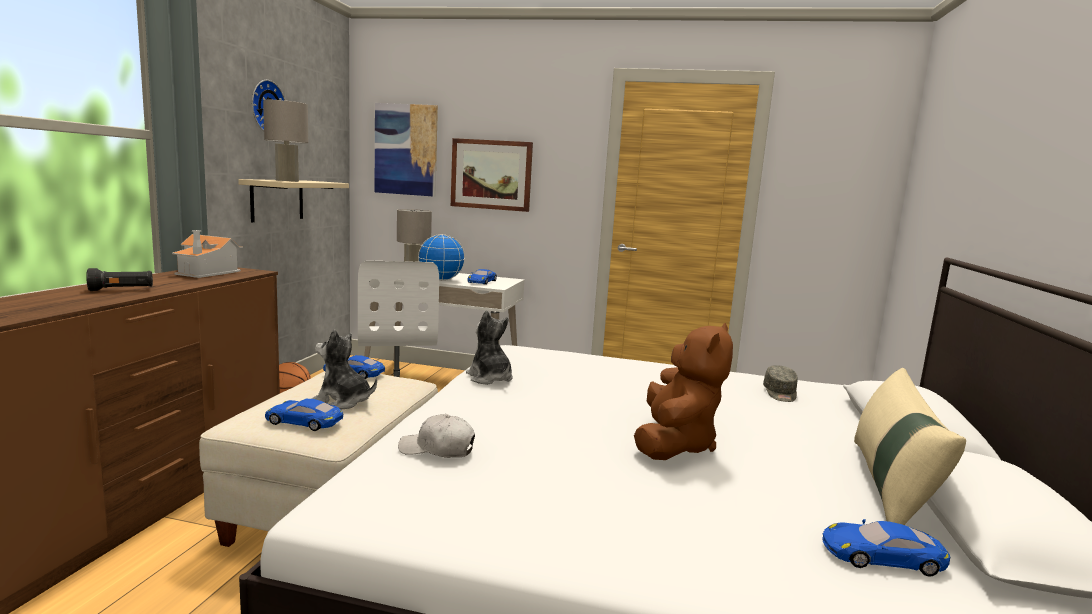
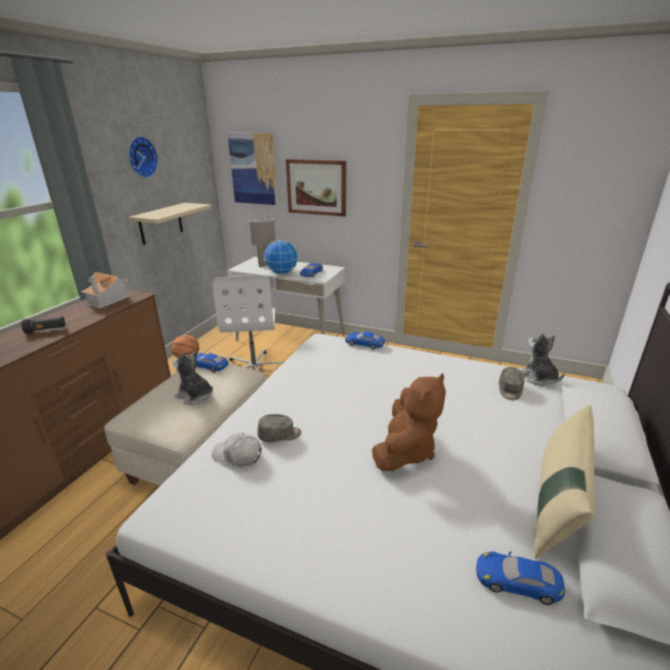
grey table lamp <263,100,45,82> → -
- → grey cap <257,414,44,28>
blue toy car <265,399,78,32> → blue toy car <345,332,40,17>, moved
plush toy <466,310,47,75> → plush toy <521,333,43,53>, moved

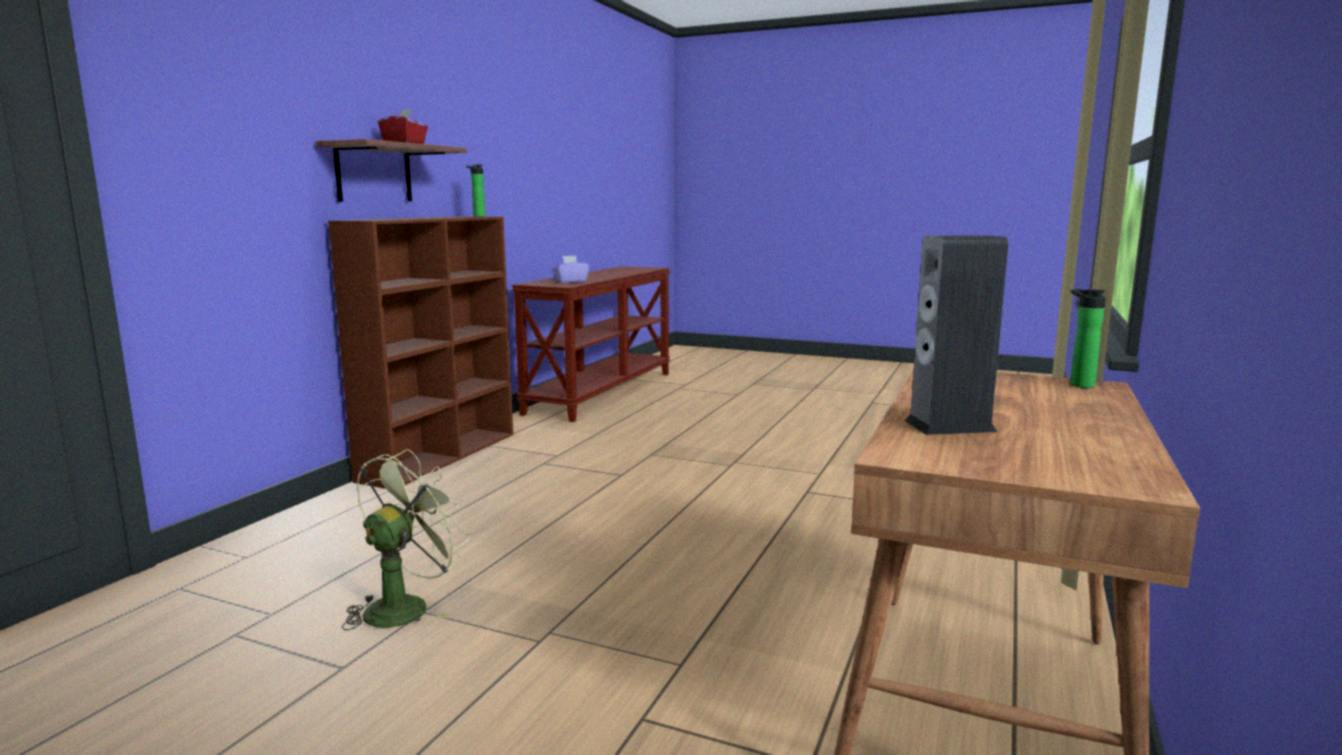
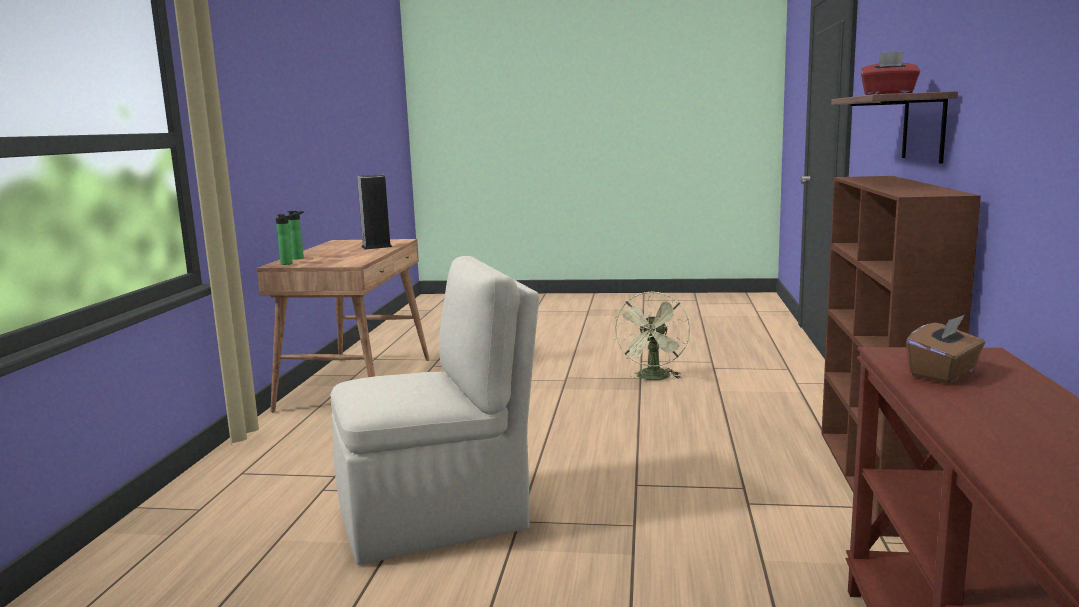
- → beige chair <331,256,209,309>
bottle <466,165,19,52> → bottle <287,211,17,48>, moved
purple tissue box <552,255,38,28> → brown tissue box <906,315,79,69>

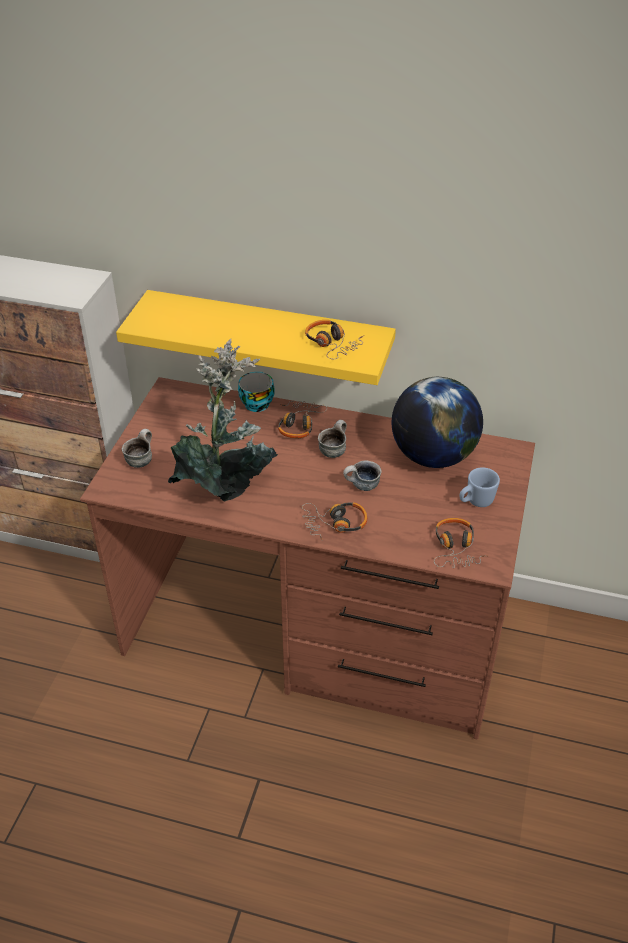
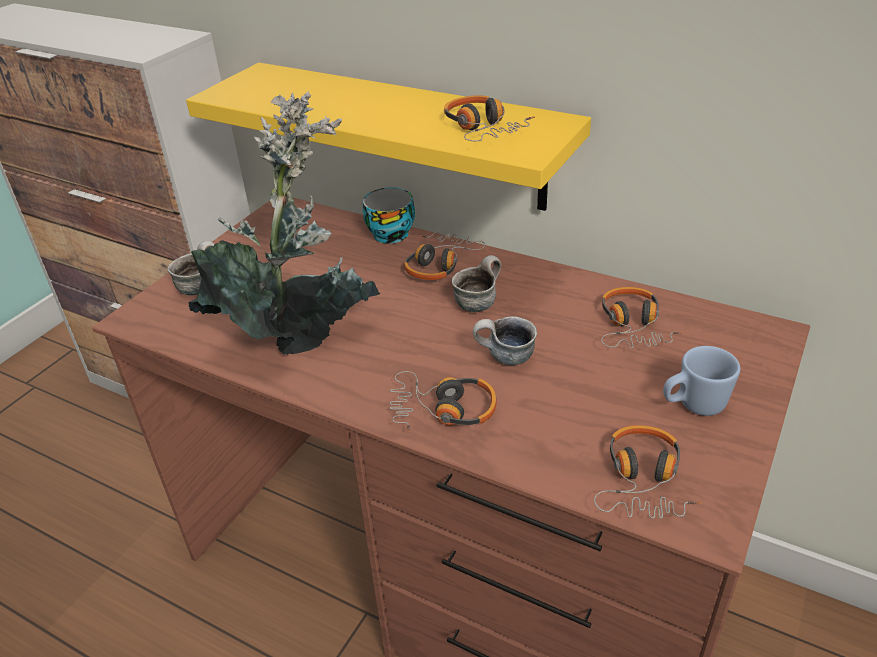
globe <392,377,91,91> → headphones <601,287,82,62>

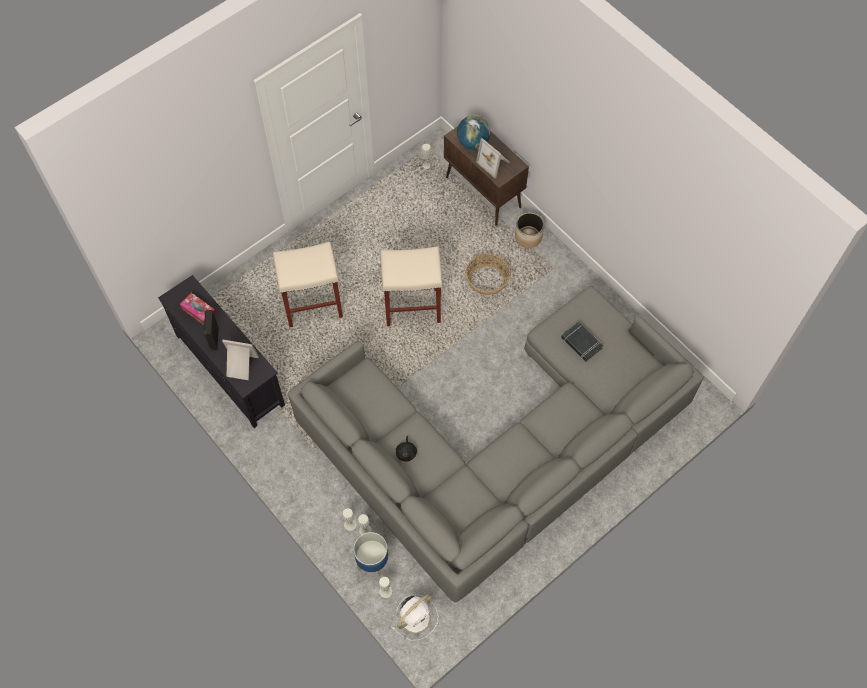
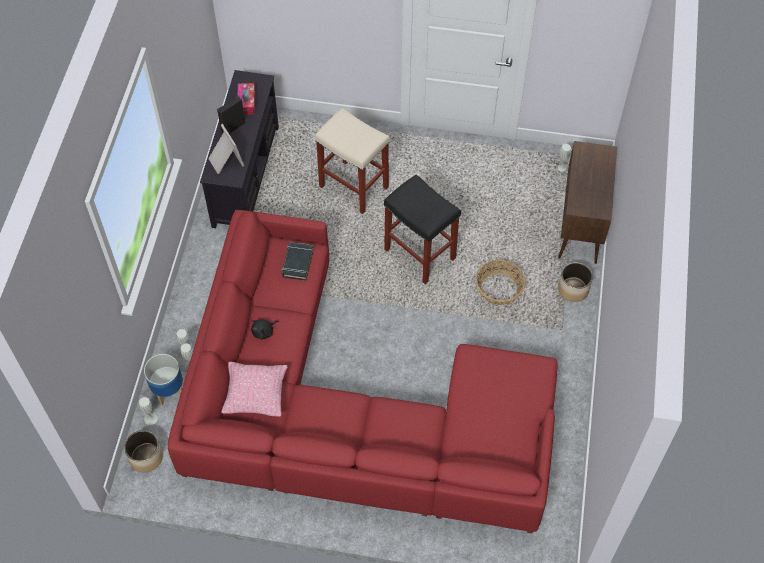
globe <457,115,34,34> → -
picture frame <476,138,34,40> → -
- → pink pillow <222,362,65,55>
black book <561,322,42,40> → black book <281,242,33,39>, moved
white fan <393,594,45,47> → planter <124,430,39,42>
grey sofa <288,286,416,316> → red sofa <168,210,390,323>
beige stool <380,246,62,80> → black stool <384,174,77,110>

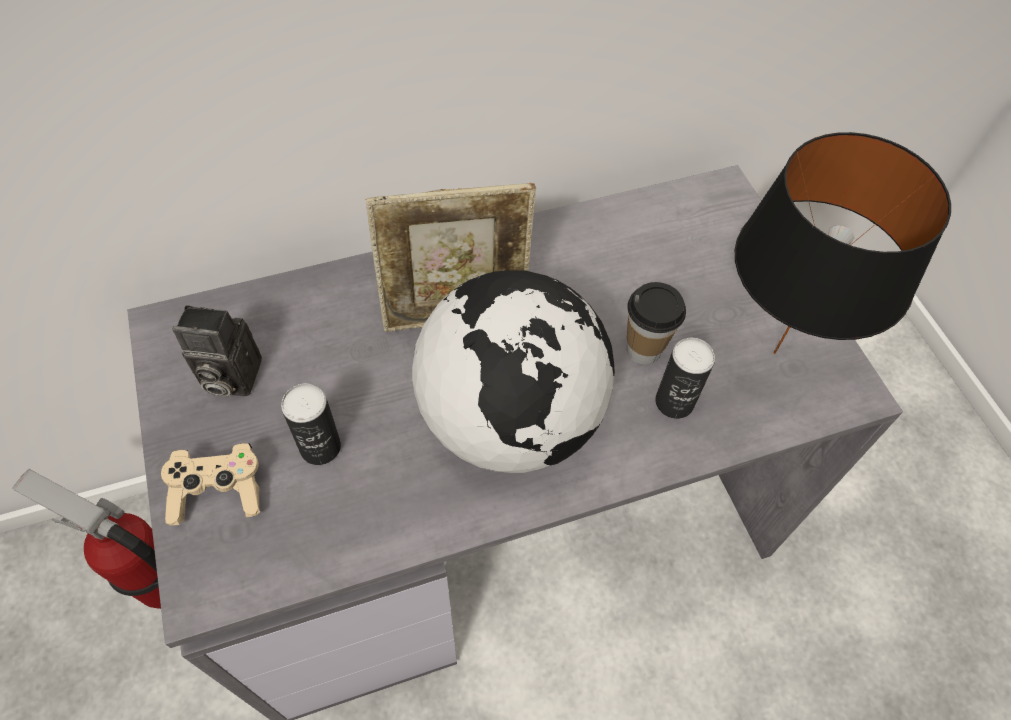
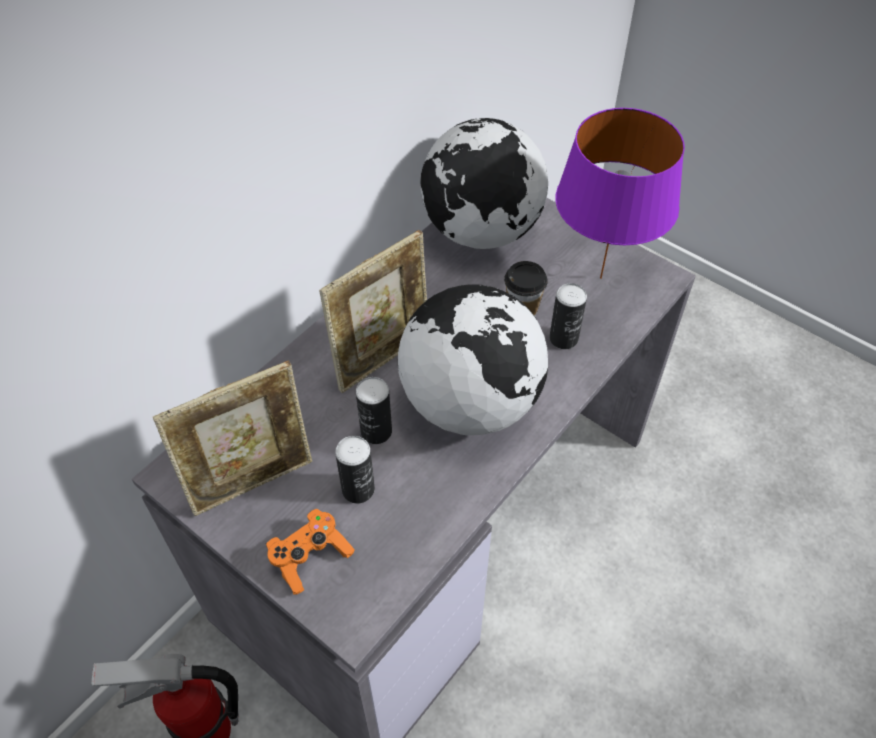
- → can <356,377,36,67>
- → globe <420,118,128,131>
photo camera <172,305,90,93> → picture frame <153,361,159,155>
beige game controller <161,443,99,83> → orange game controller <266,509,89,86>
black table lamp <735,132,216,222> → purple table lamp <555,108,130,171>

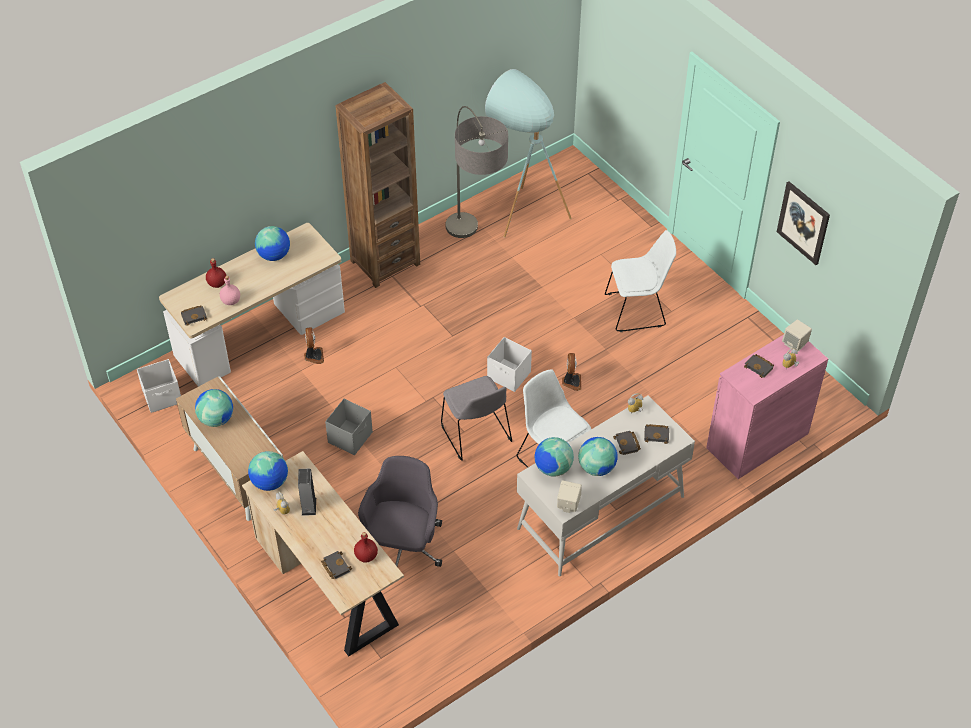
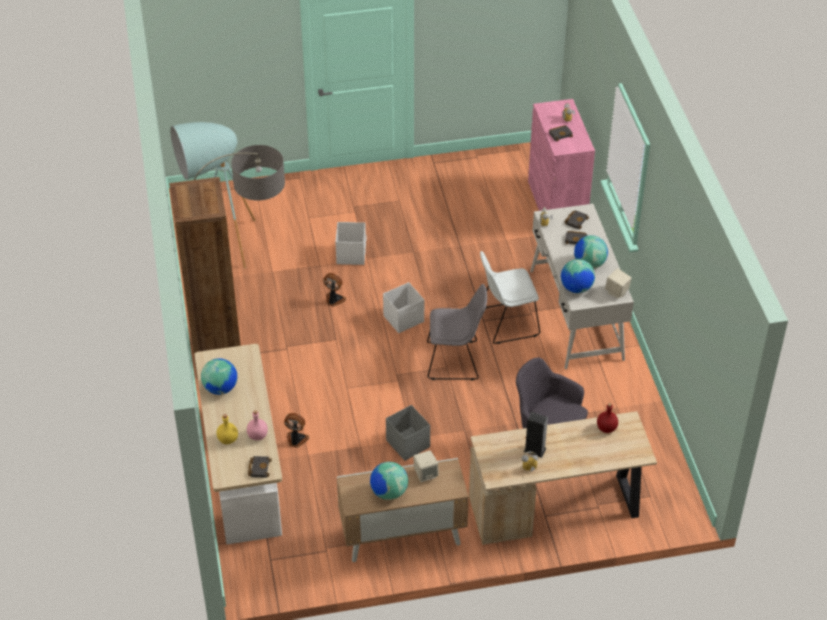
globe <248,451,40,40> → -
black book <321,551,31,28> → -
white chair <605,230,71,102> → -
picture <777,181,53,84> → -
white storage box <137,359,44,54> → white storage box <335,222,32,43>, moved
fan <562,353,19,38> → fan <323,273,23,34>, moved
beige speaker <782,320,30,32> → beige speaker <413,450,26,32>, moved
red bottle <206,258,20,30> → yellow bottle <216,414,22,30>

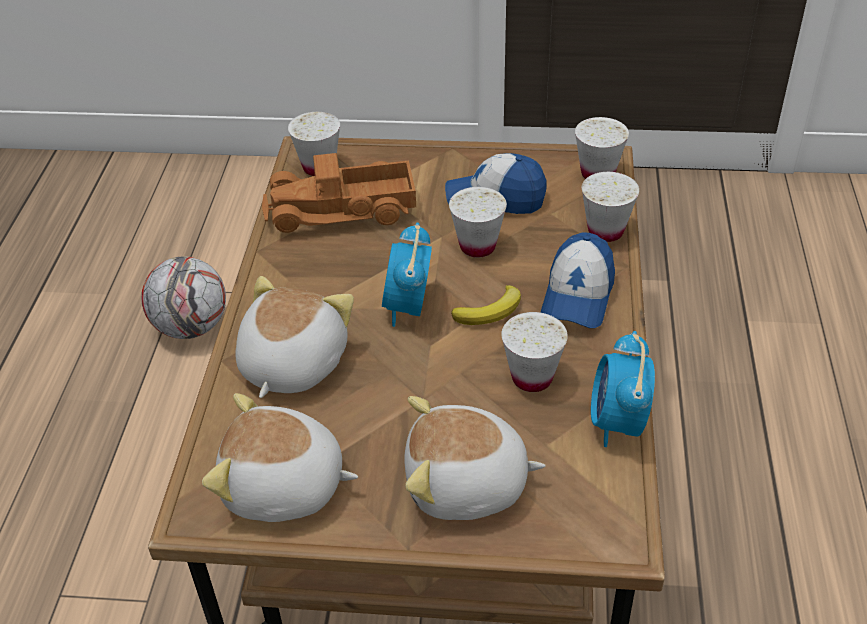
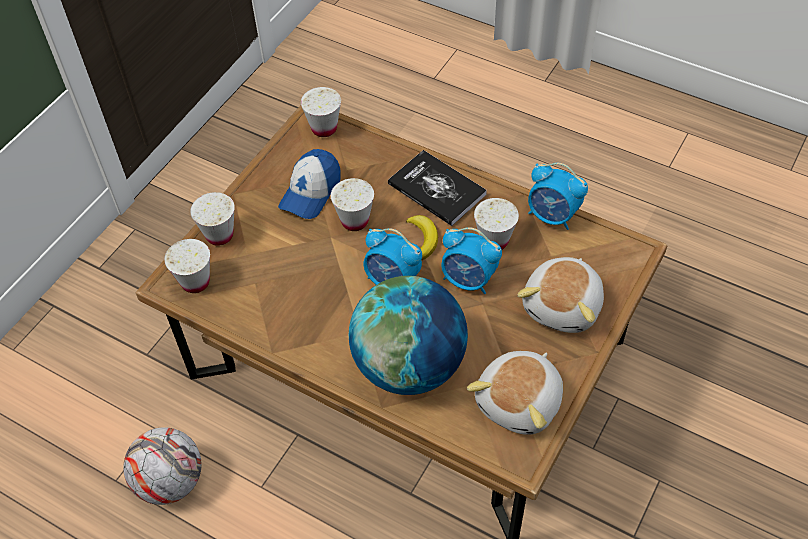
toy truck <262,153,154,80> → -
- → alarm clock <442,227,60,67>
white cup <582,172,57,70> → white cup <190,192,45,54>, moved
plush toy <236,276,118,122> → globe <349,276,119,119>
cap <541,232,74,96> → book <388,150,99,76>

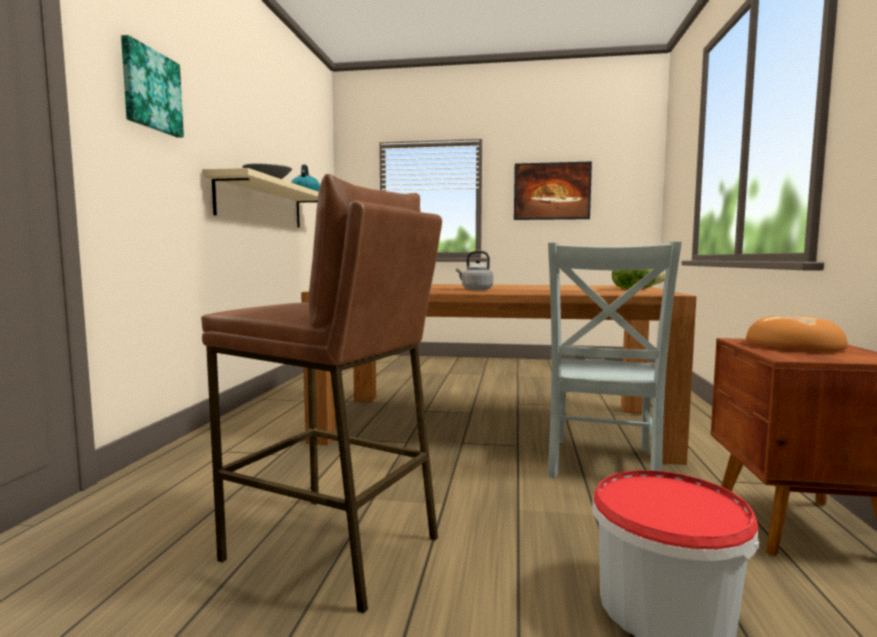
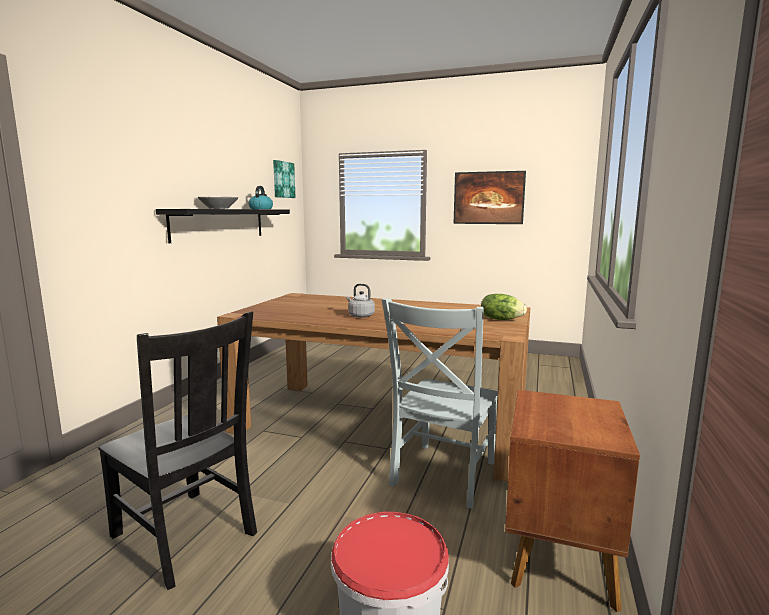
bread <746,316,102,36> → -
picture <121,35,63,103> → picture <273,160,23,38>, moved
brown stool <201,174,241,439> → black chair <98,311,159,279>
beige shelf <202,168,116,59> → black shelf <156,209,134,34>

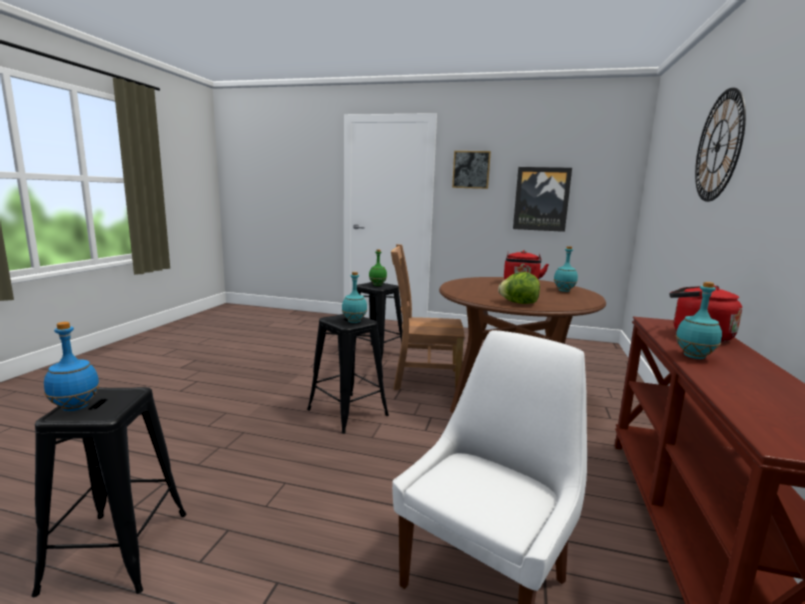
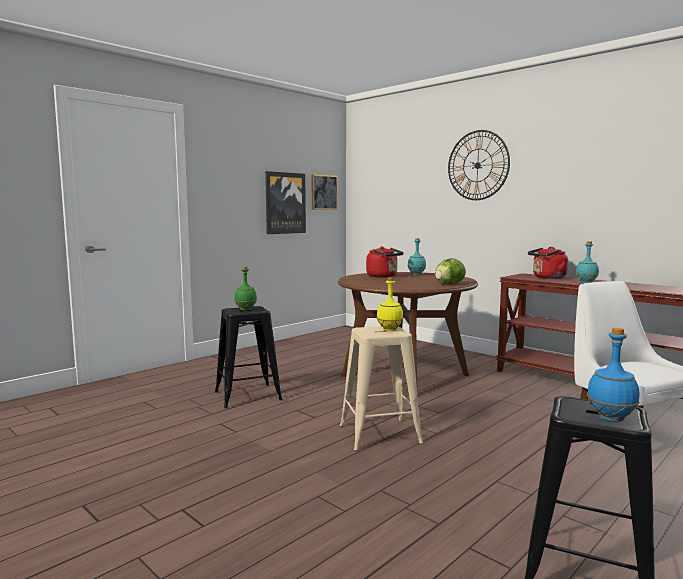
brown chair <391,244,74,146> → -
picture <452,151,39,38> → picture <312,174,26,35>, moved
black stool <307,314,82,120> → beige stool <340,326,83,124>
turquoise bottle <342,272,25,51> → yellow bottle <377,278,26,53>

